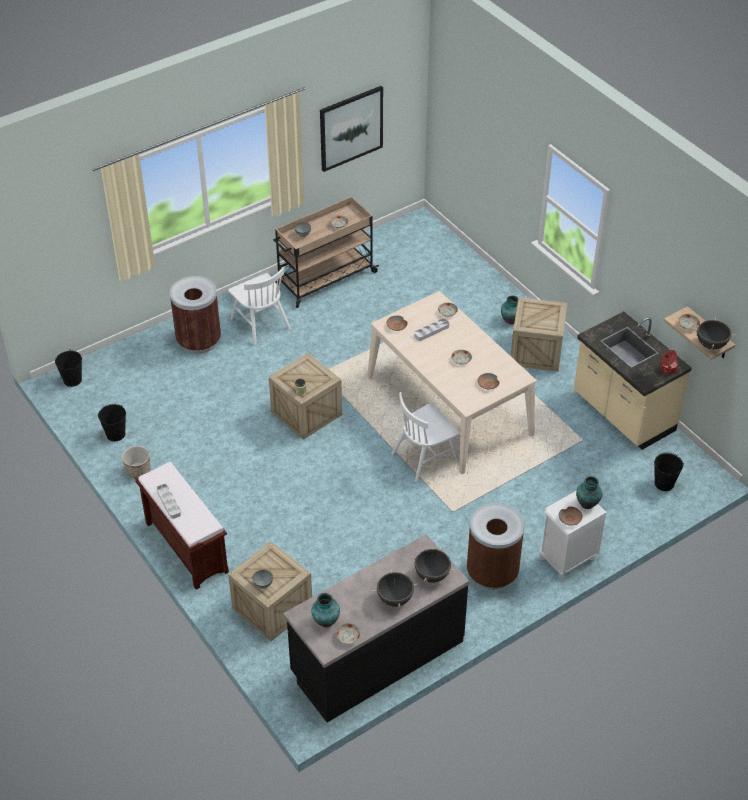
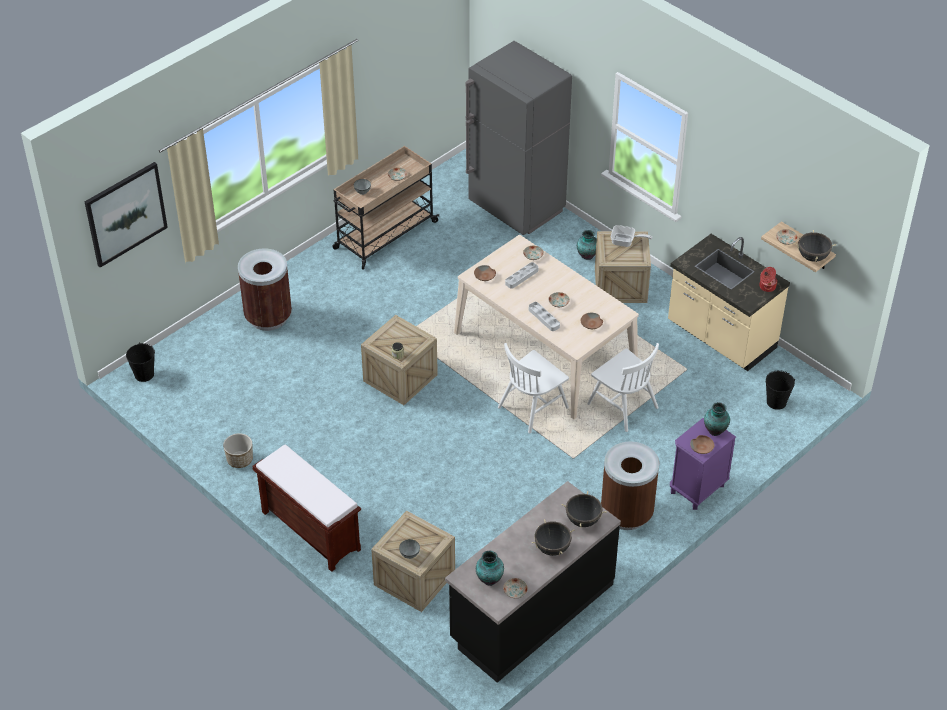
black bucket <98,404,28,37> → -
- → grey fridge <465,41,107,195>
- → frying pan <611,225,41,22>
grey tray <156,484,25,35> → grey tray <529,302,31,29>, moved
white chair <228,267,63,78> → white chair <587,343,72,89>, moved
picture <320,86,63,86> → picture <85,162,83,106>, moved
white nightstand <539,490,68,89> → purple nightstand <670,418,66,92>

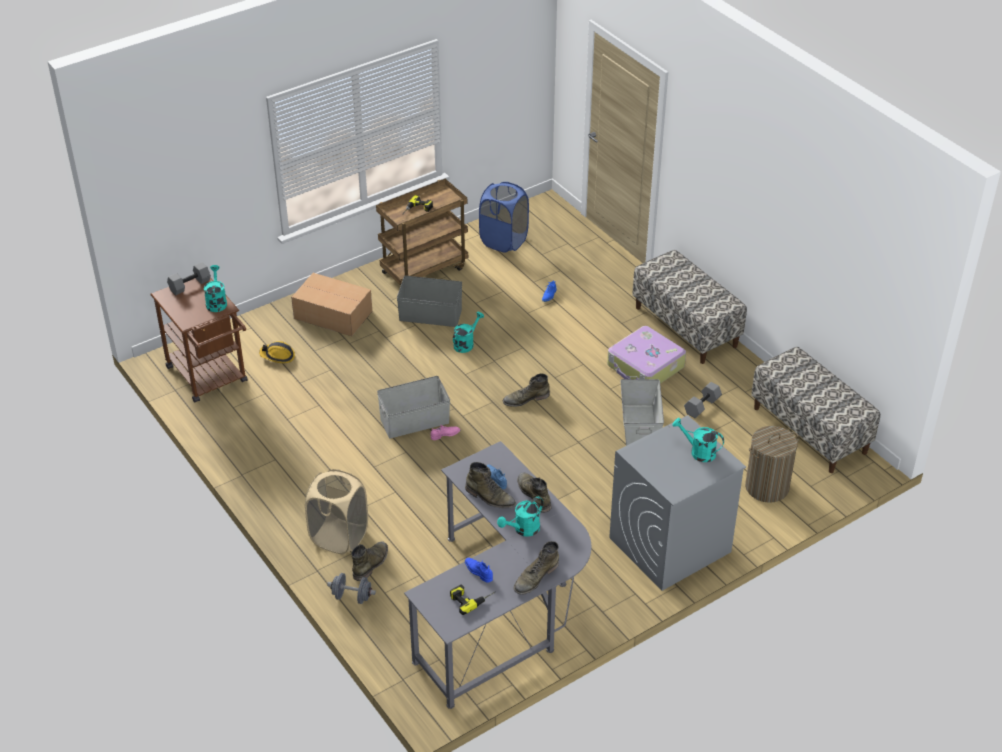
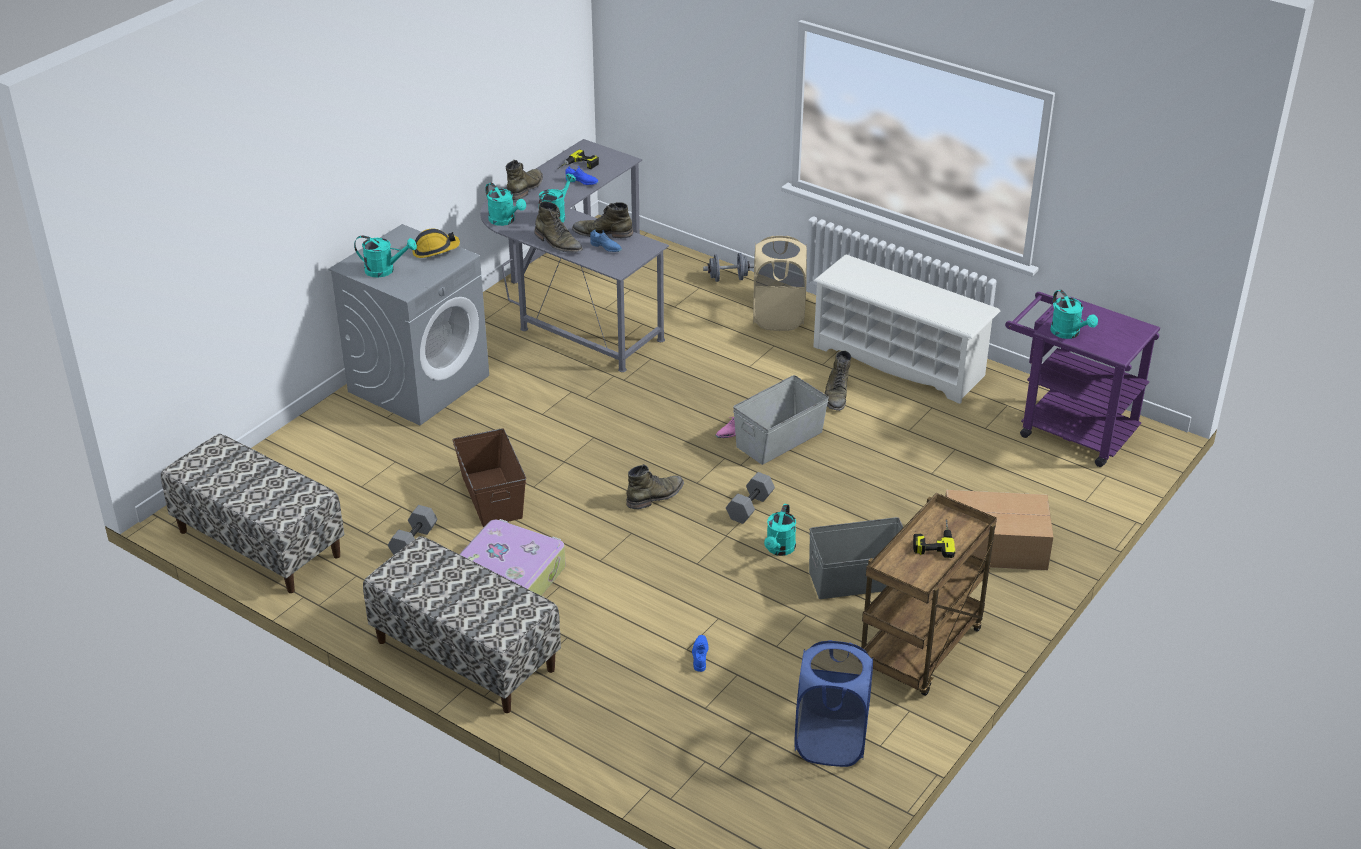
laundry basket <745,426,54,77> → -
- → turquoise watering can <486,183,40,43>
- → white shoe rack <813,254,187,150>
grey dumbbell <167,262,44,33> → grey dumbbell <726,472,49,52>, moved
hard hat <259,341,36,22> → hard hat <413,229,47,29>, moved
green boot <351,541,37,40> → green boot <824,350,27,61>, moved
brown cart <151,277,97,125> → purple cart <1005,292,155,175>
grey storage box <620,379,44,67> → brown storage box <452,428,74,99>

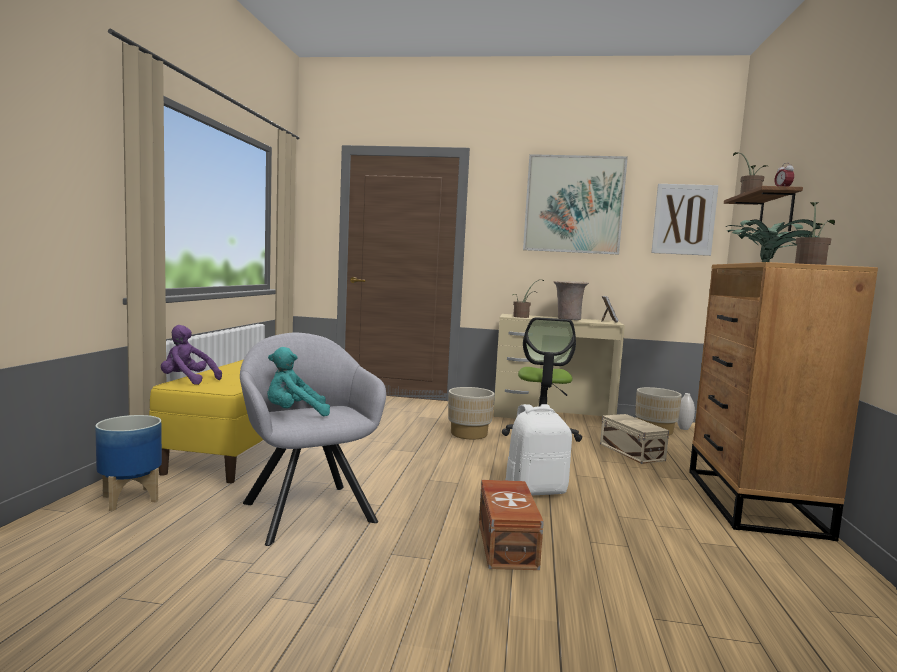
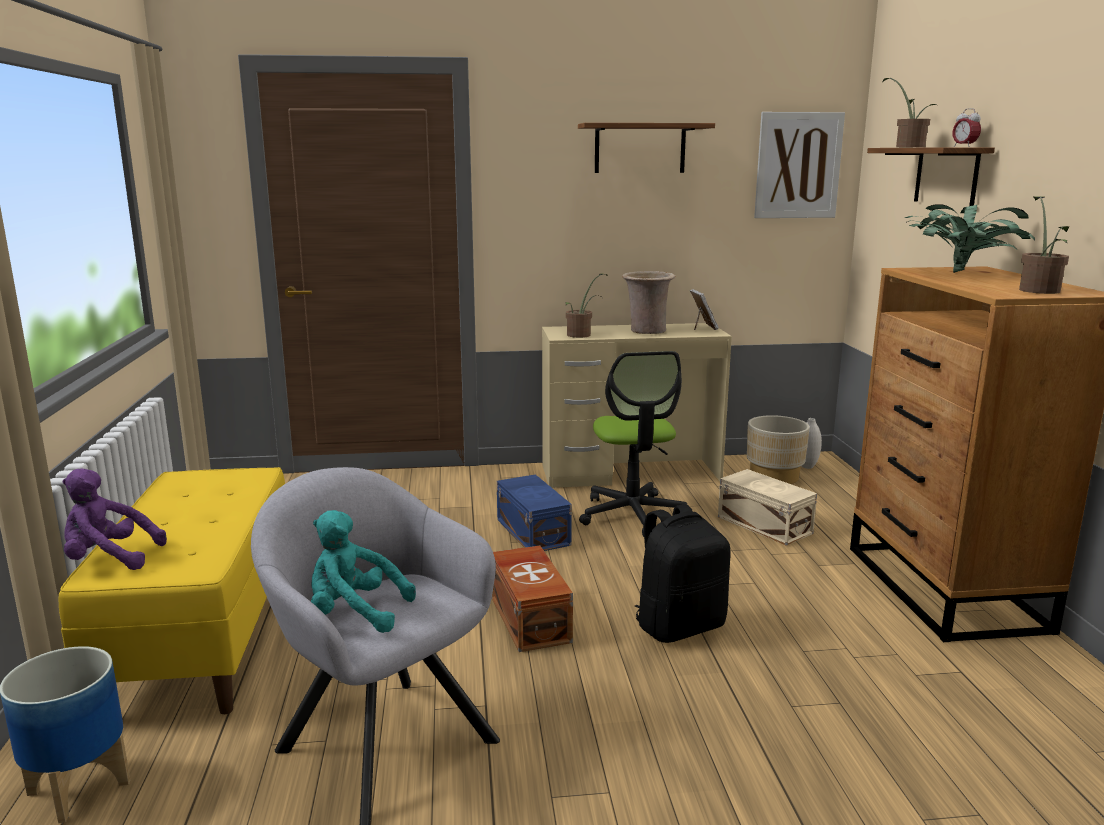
brown storage box <479,480,65,90> → brown storage box <492,546,81,106>, moved
beige planter <448,387,46,53> → blue storage box <497,474,75,77>
picture <523,154,105,100> → shelf <578,123,137,50>
white backpack <505,404,67,91> → black backpack <635,504,95,139>
turquoise plush toy <267,347,63,69> → turquoise plush toy <311,510,105,123>, 45 degrees clockwise

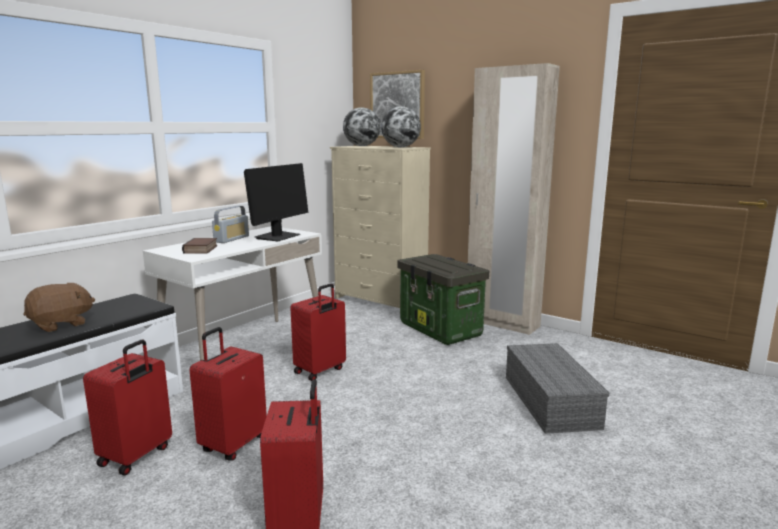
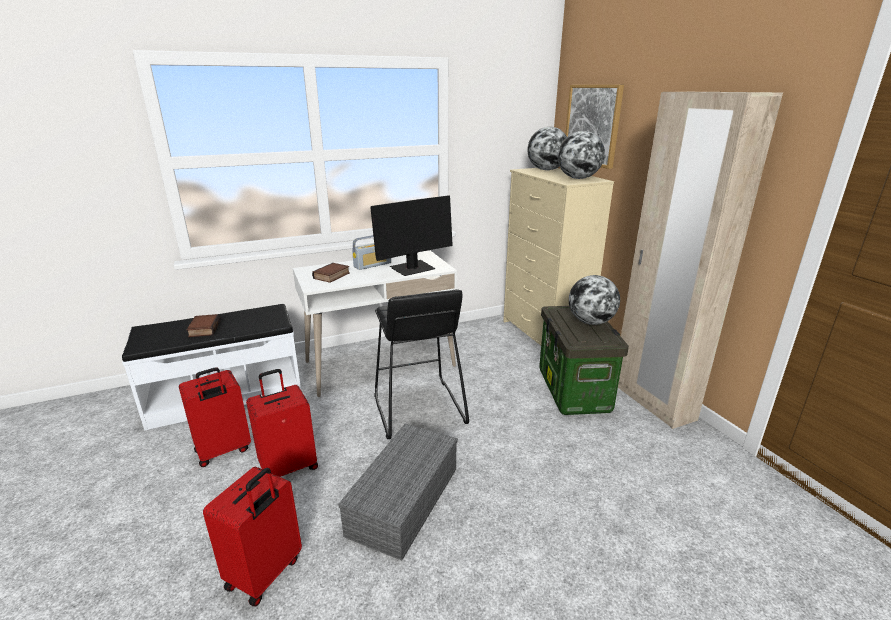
- → globe <569,275,51,50>
grey storage box <506,343,103,91> → grey storage box <338,423,120,137>, moved
brown plush toy <24,283,71,49> → book <187,314,34,23>
red suitcase <290,283,56,98> → black stool <374,289,95,150>

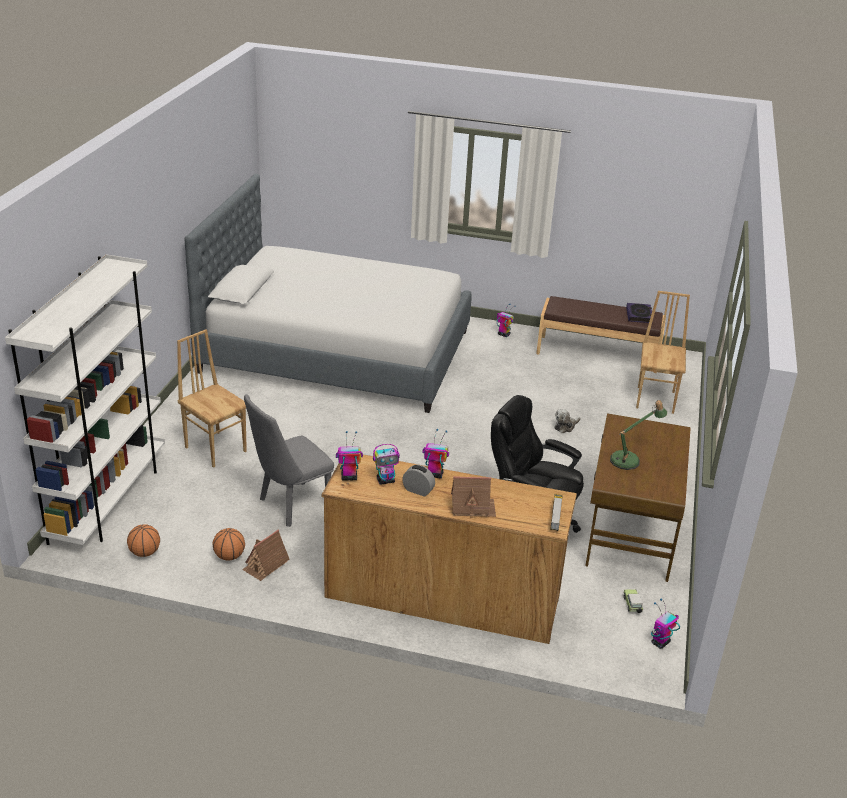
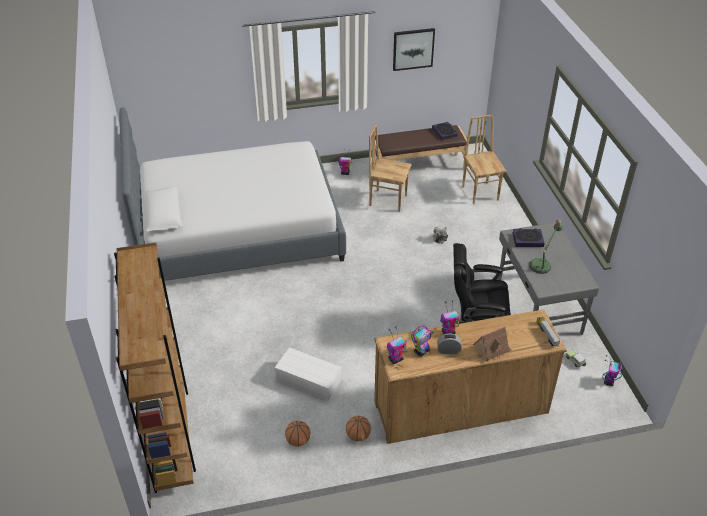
toy house <242,530,47,51> → -
- → picture <393,28,42,43>
- → book <512,228,32,19>
basketball <127,524,33,33> → basketball <346,416,25,25>, moved
brown chair <177,330,70,138> → brown chair <368,124,44,88>, moved
grey chair <244,394,90,133> → white storage box <275,347,67,54>
white bookcase <5,254,160,291> → brown bookcase <114,242,82,251>
brown desk <585,413,106,169> → grey desk <498,223,101,112>

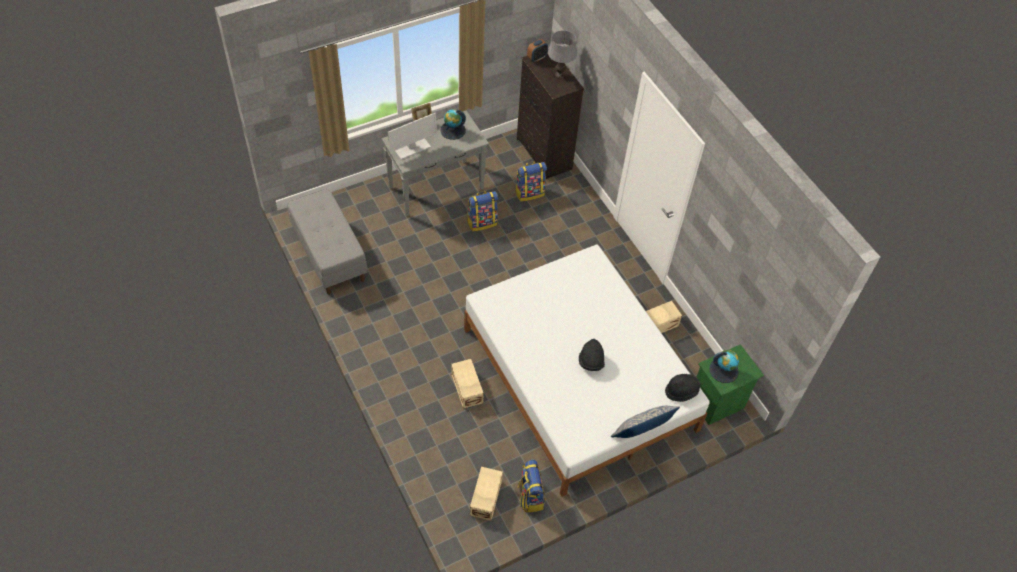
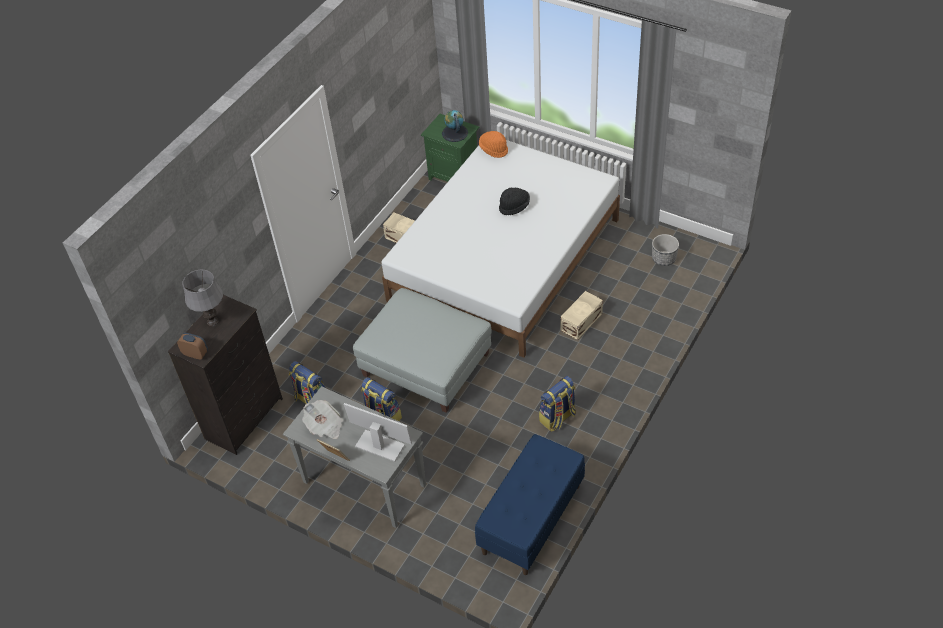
pillow <611,406,69,32> → -
- → grey ottoman <353,288,139,125>
backpack <517,460,28,53> → backpack <539,376,37,56>, moved
globe <440,109,26,31> → newspaper <302,400,41,39>
beige storage box <470,467,33,54> → planter <652,234,27,32>
grey bench <287,188,81,107> → blue bench <475,434,110,141>
black hat <665,374,35,28> → orange hat <479,131,29,27>

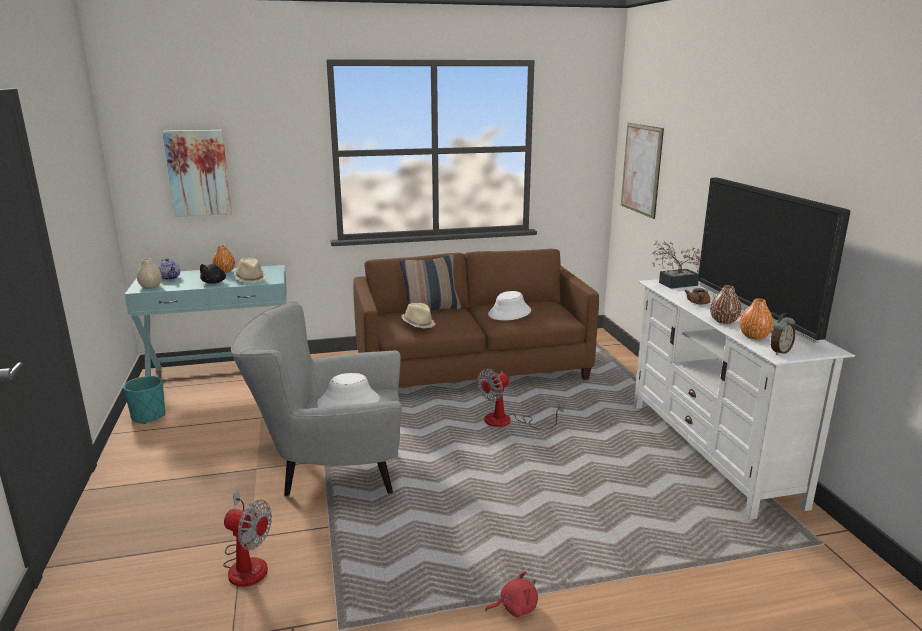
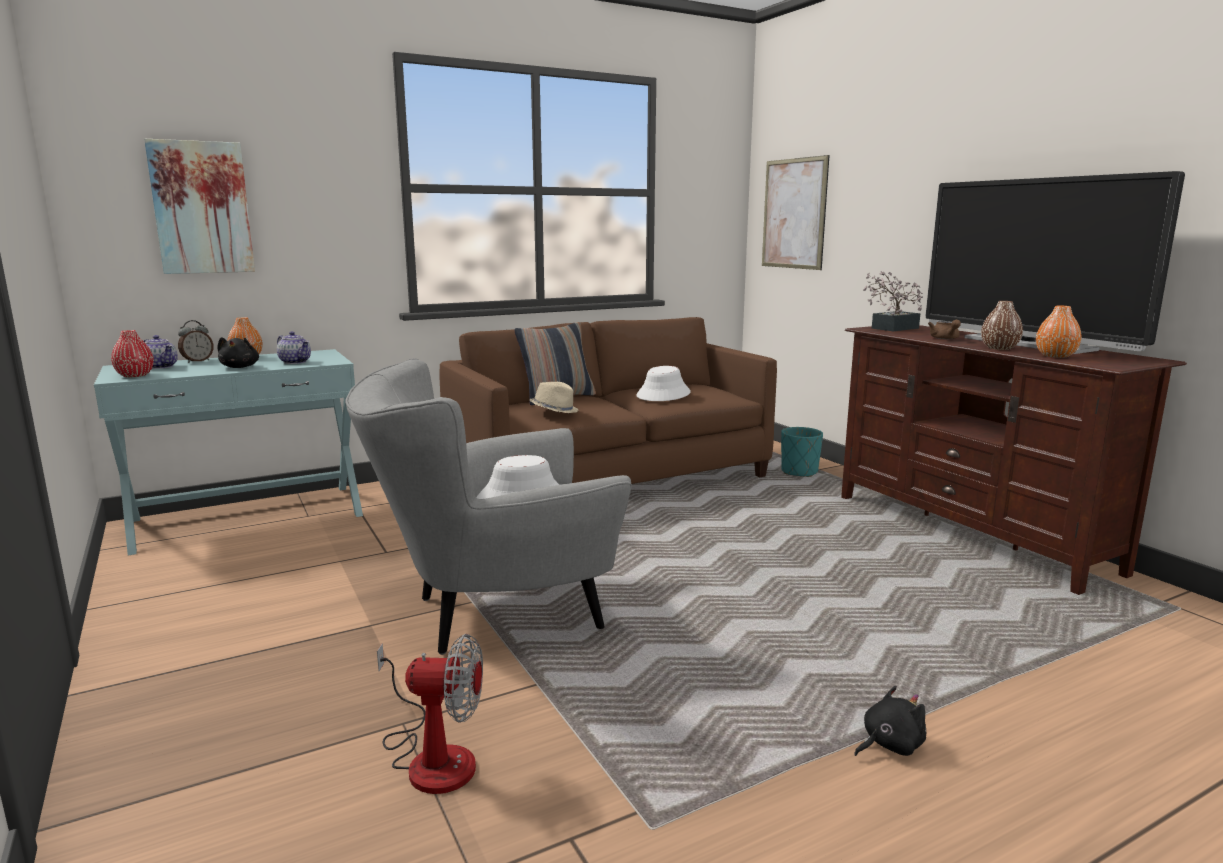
fan <477,369,87,61> → -
turquoise planter <123,376,42,48> → turquoise planter <781,427,42,50>, moved
alarm clock <771,313,24,42> → alarm clock <178,320,36,43>, moved
beige hat <234,258,32,25> → teapot <277,331,34,33>
beige vase <137,258,25,31> → red vase <111,330,43,47>
red plush toy <485,571,53,46> → black plush toy <855,686,71,70>
white tv stand <634,279,221,241> → brown tv stand <841,325,346,270>

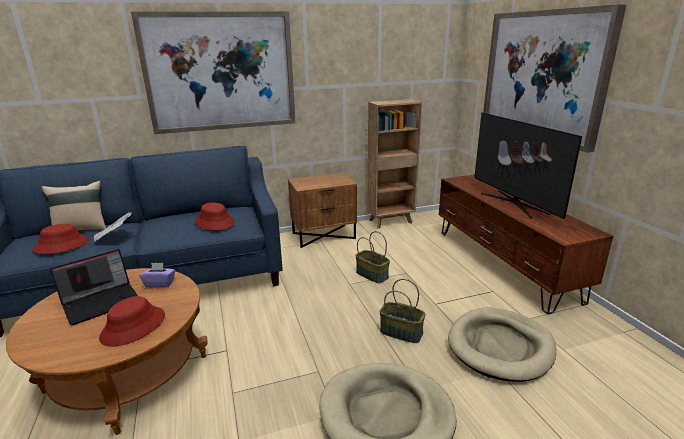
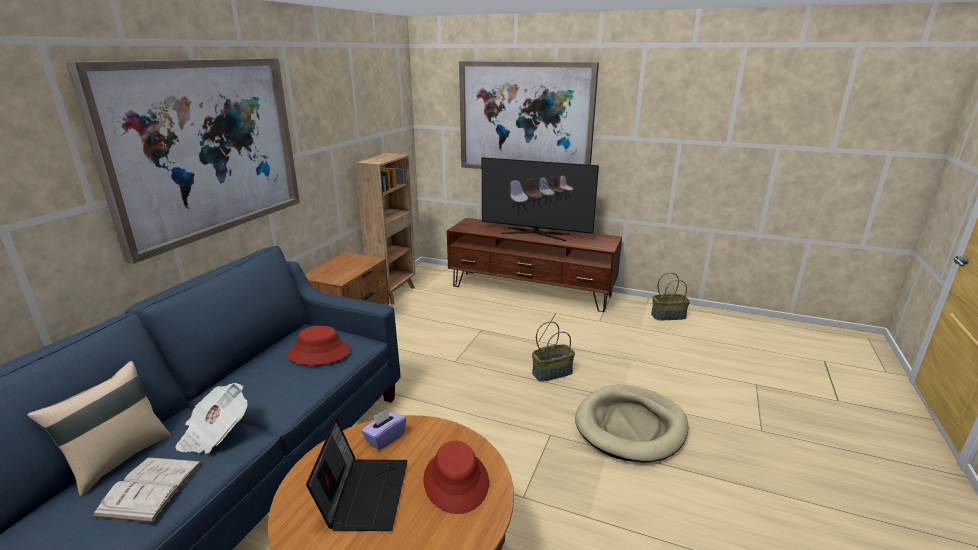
beige dog bed <448,308,109,74> → -
basket <355,231,35,52> → basket <651,272,39,48>, moved
red hat <32,224,57,30> → white book <92,457,111,66>

